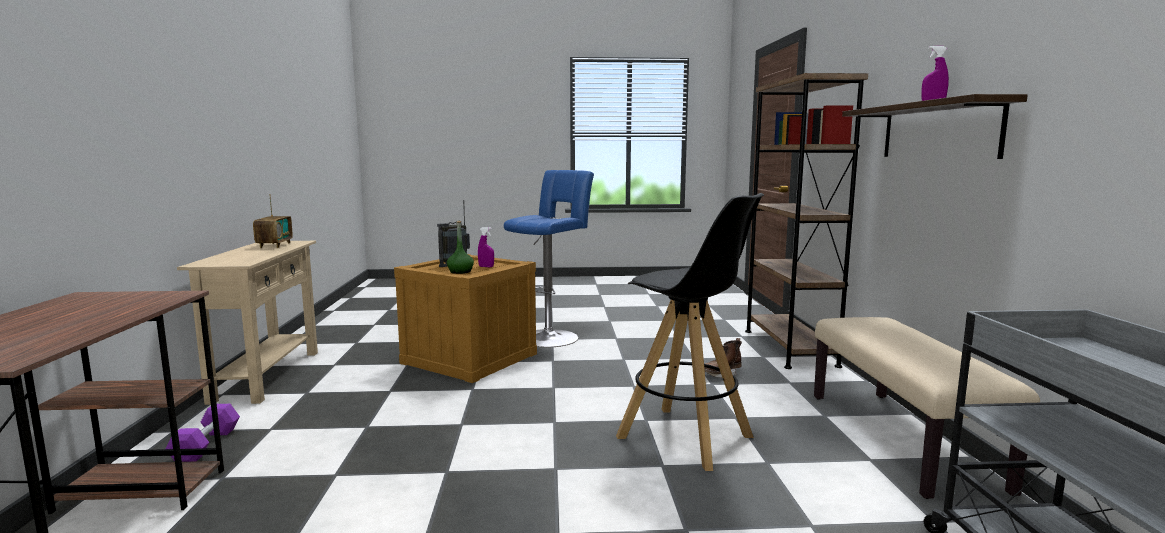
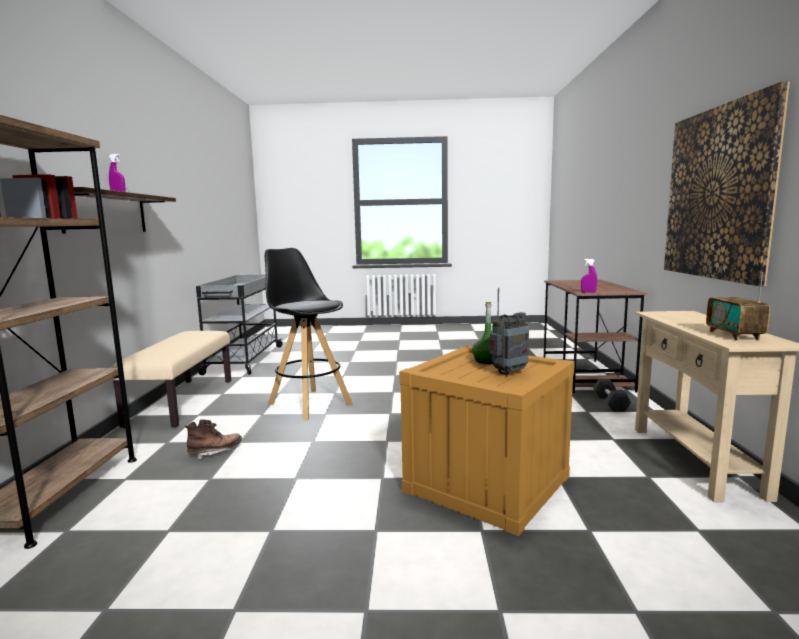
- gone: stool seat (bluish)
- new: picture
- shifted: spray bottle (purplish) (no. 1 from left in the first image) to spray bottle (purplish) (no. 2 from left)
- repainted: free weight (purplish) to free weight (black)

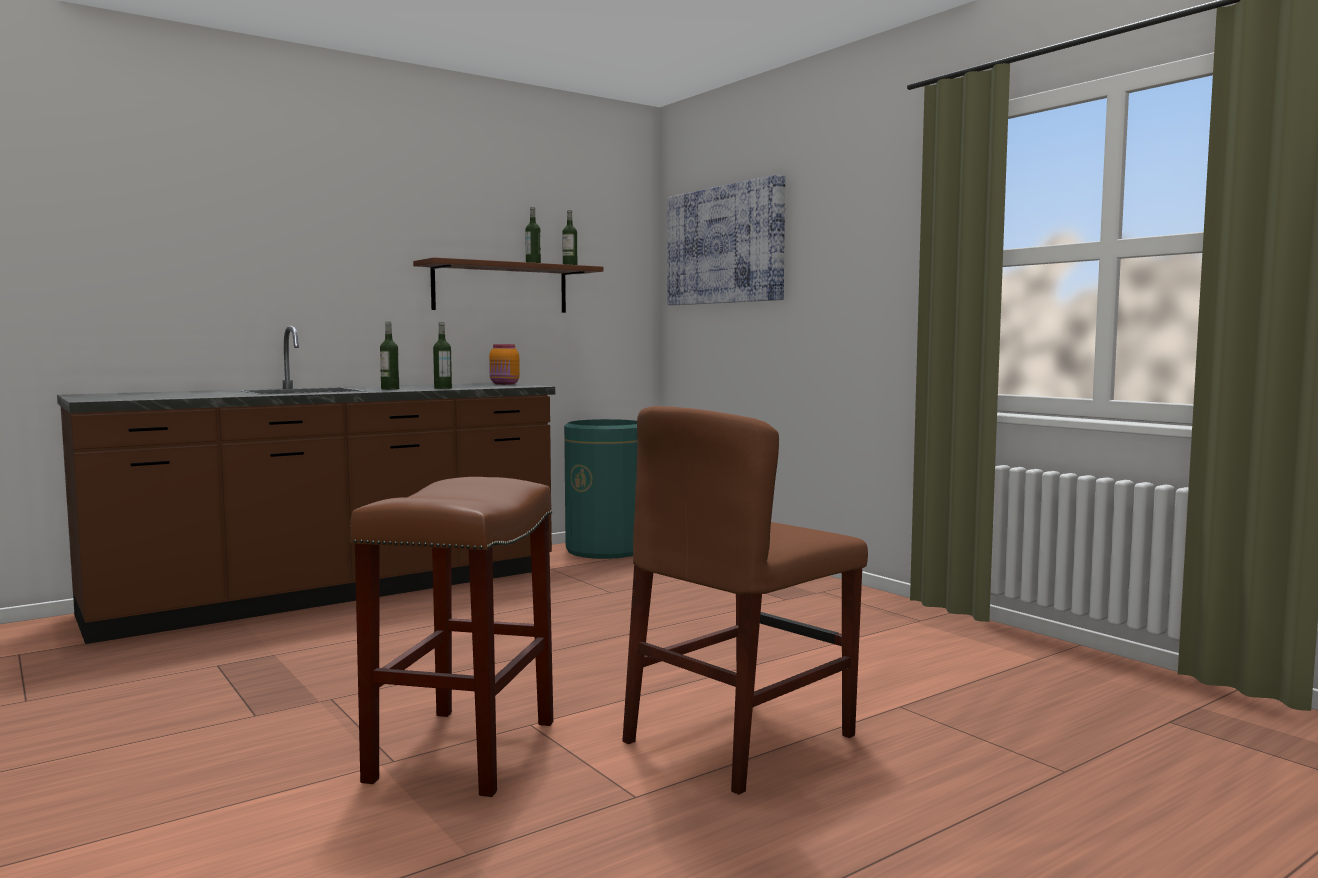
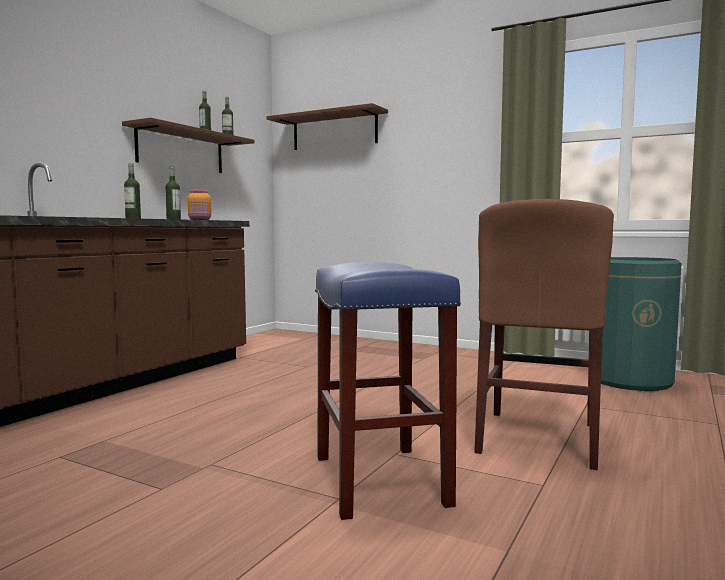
- shifted: rubbish bin (greenish)
- swapped: picture to wall shelf (brown-coloured) (no. 2 from left)
- repainted: stool seat (brown-coloured) to stool seat (bluish)

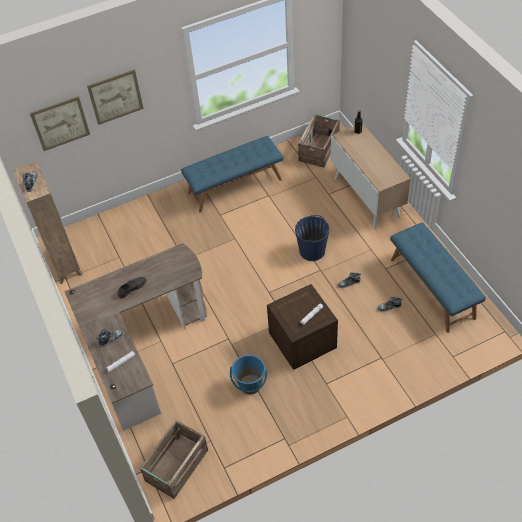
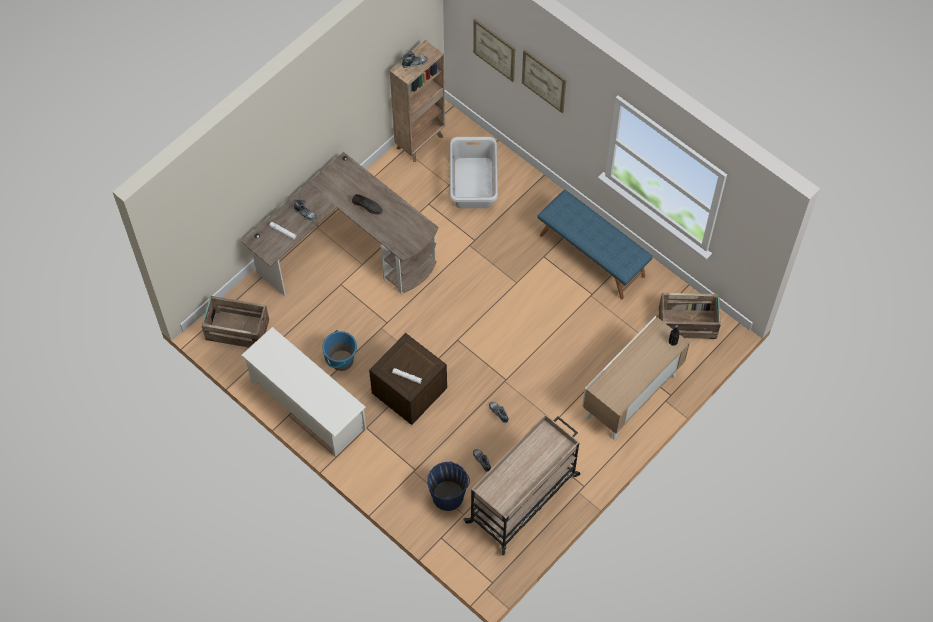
- new: shoe stand (white)
- new: washing basket (gray)
- shifted: bucket (bluish) (no. 2 from left)
- swapped: long seat (bluish) (no. 2 from left) to trolley (beige)

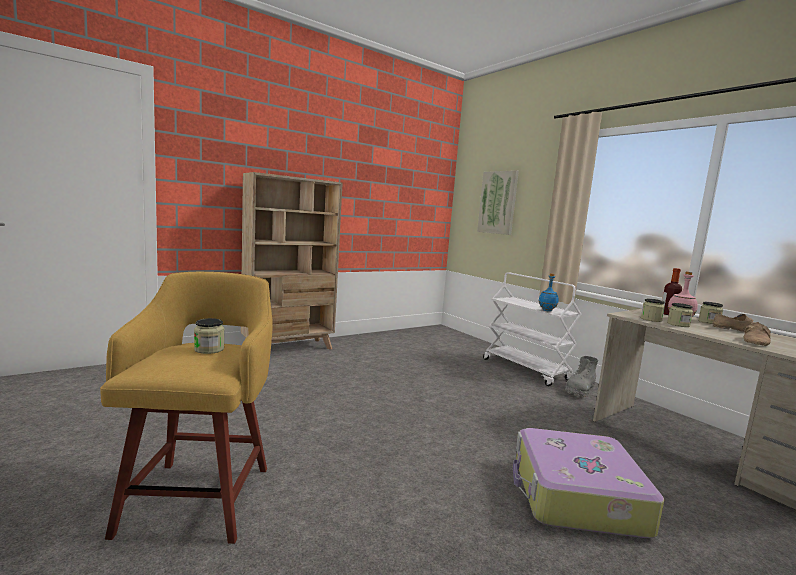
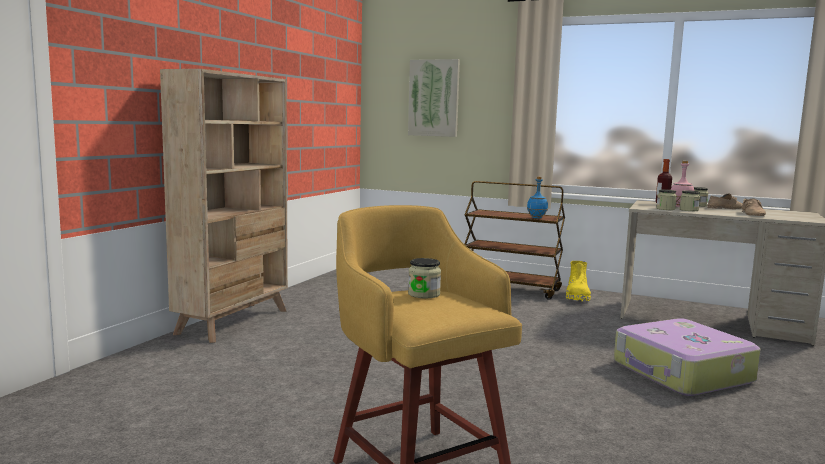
- repainted: trolley (white) to trolley (brown-coloured)
- repainted: tall boot (gray) to tall boot (yellow-coloured)

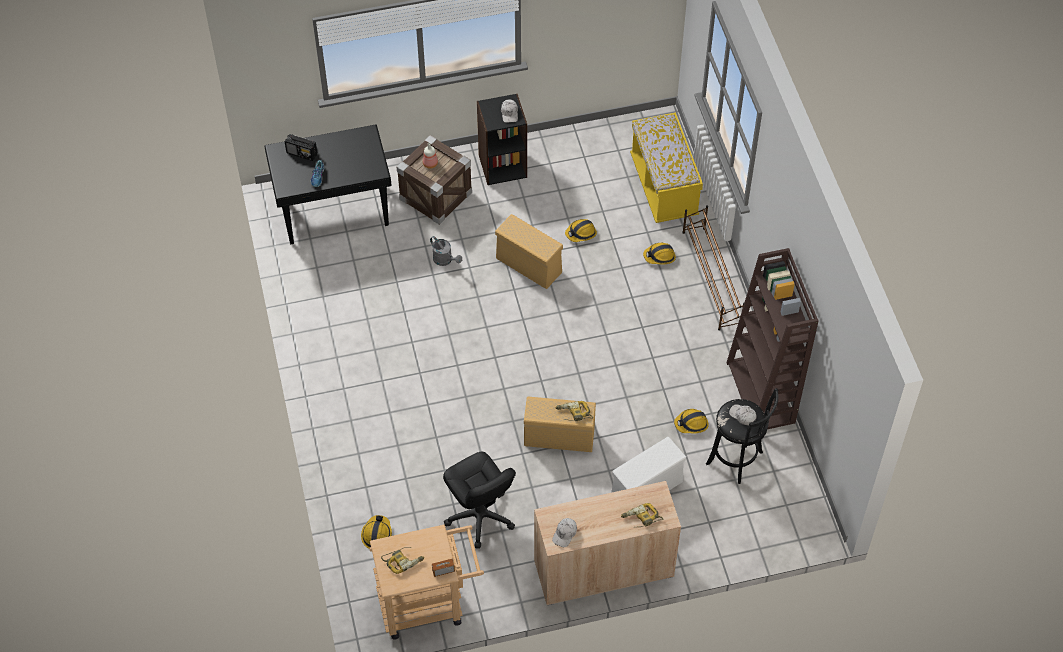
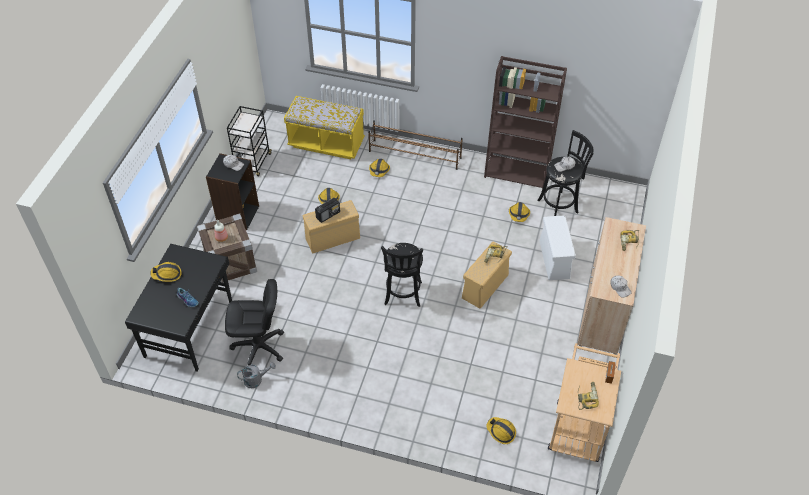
- new: work helmet (no. 1 from left)
- new: trolley (black)
- new: stool seat (black) (no. 1 from left)
- shifted: radio receiver (no. 1 from left)
- shifted: watering pot (gray)
- shifted: computer chair (black)

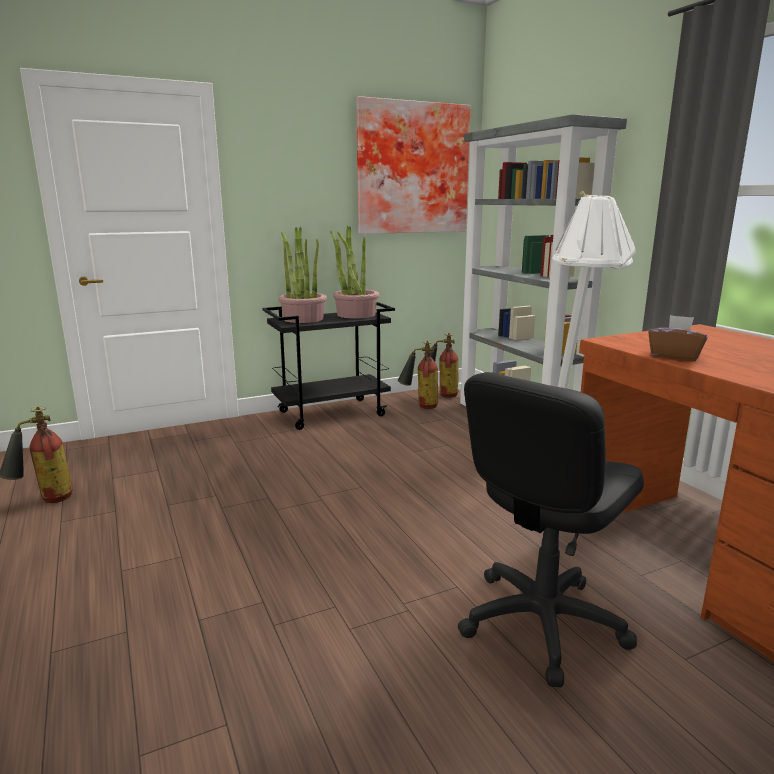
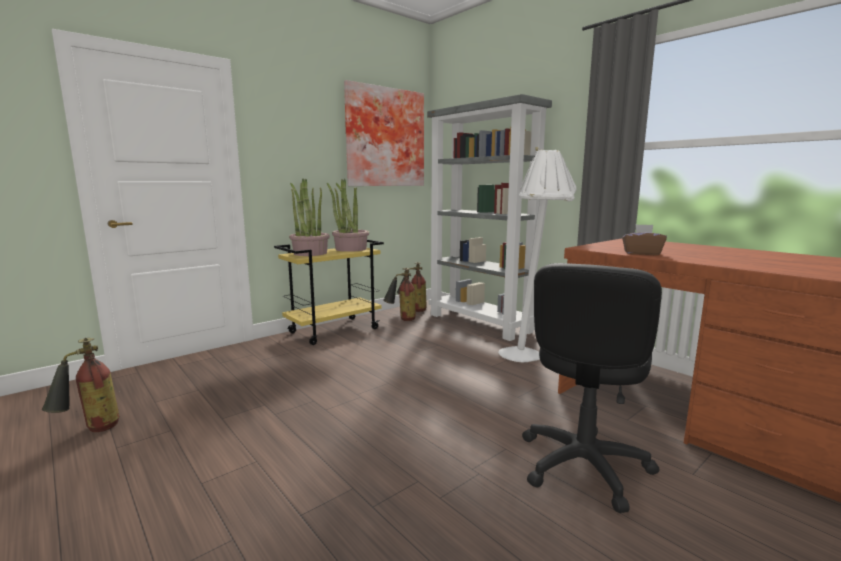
- repainted: trolley (black) to trolley (yellow-coloured)

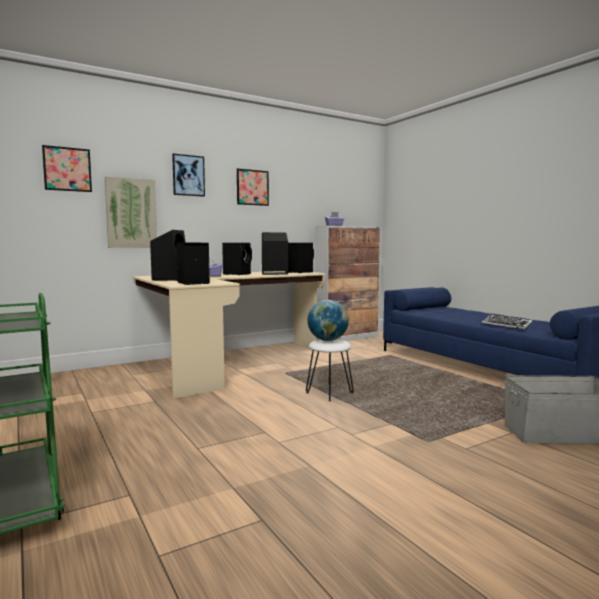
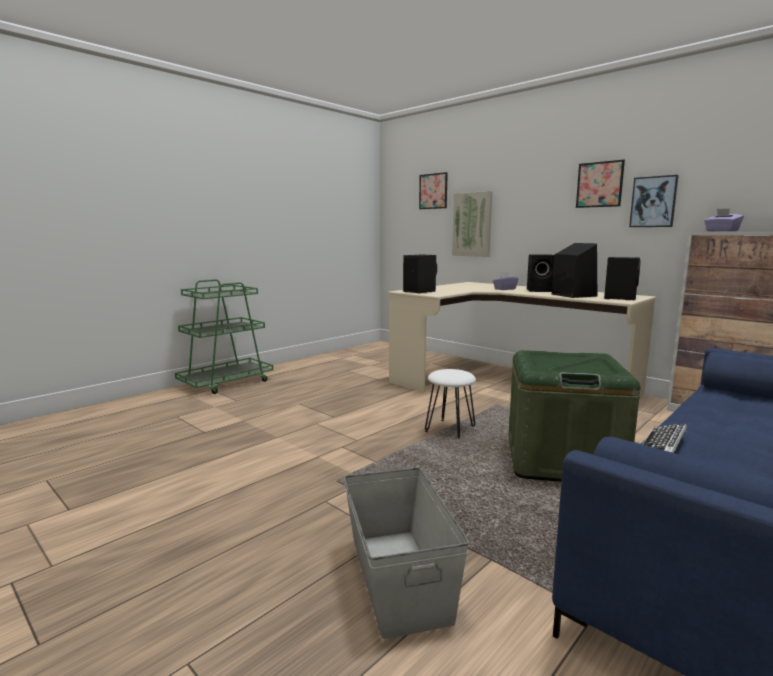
- gone: audio speaker (black) (no. 1 from left)
- gone: desk globe
- new: storage container (greenish)
- shifted: picture (no. 3 from left in the first image) to picture (no. 4 from left)

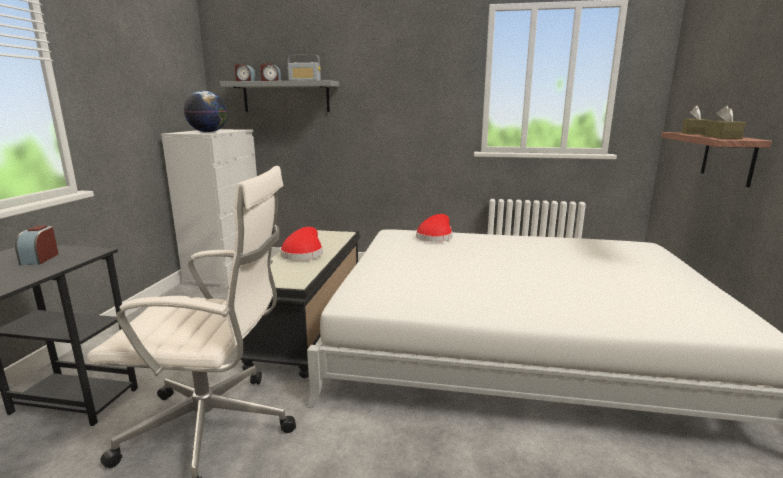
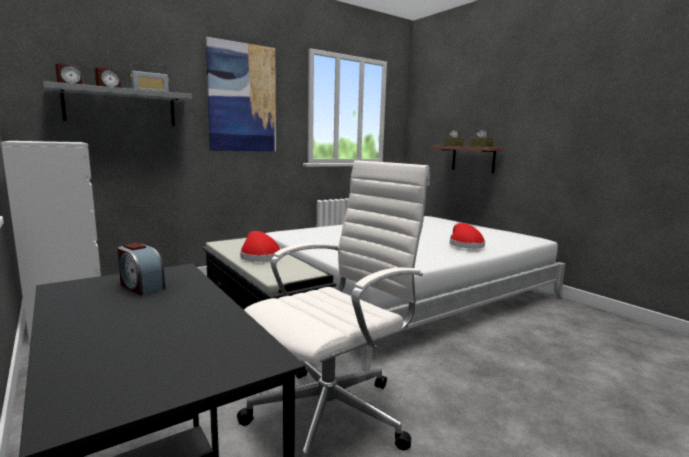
- gone: desk globe
- new: picture
- shifted: wearable hat (red-coloured) (no. 2 from left)

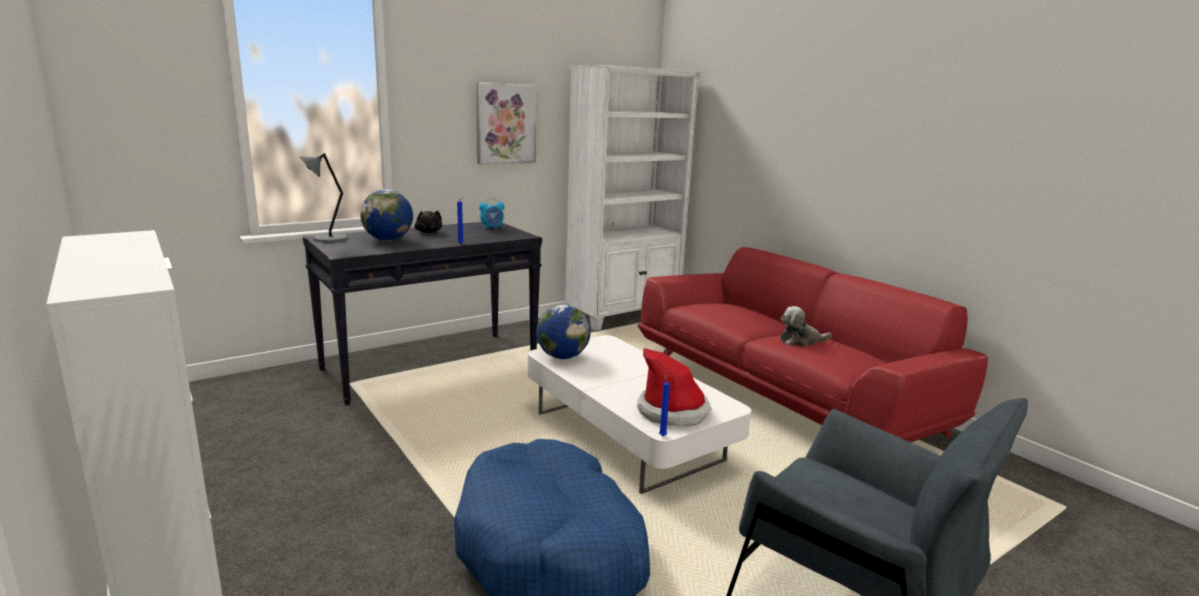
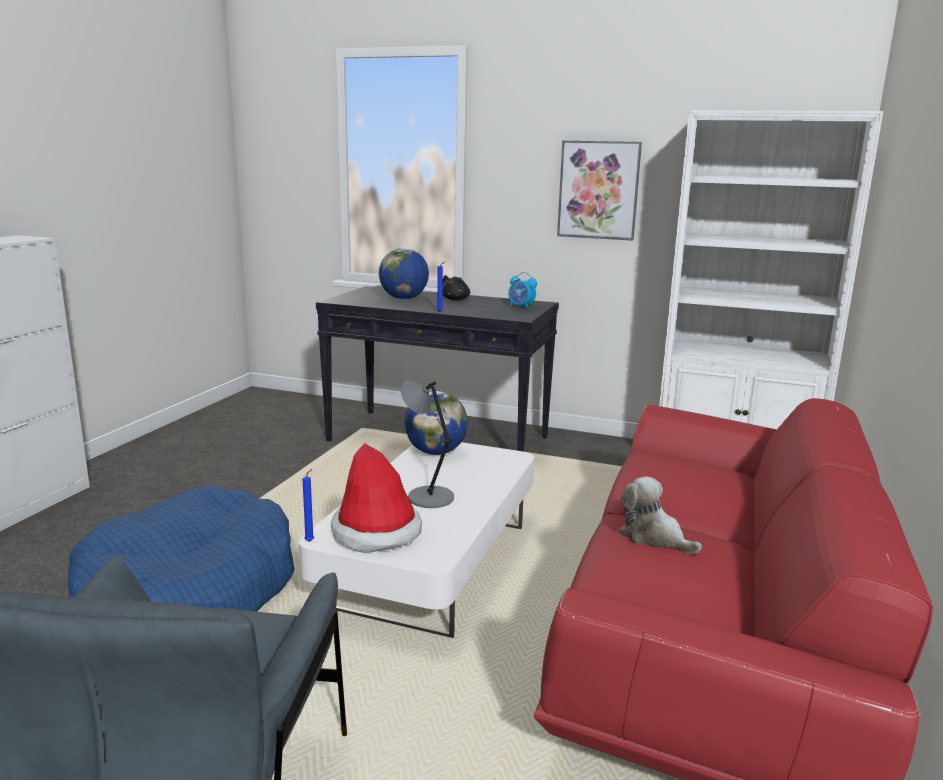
- shifted: tabletop lamp (gray)

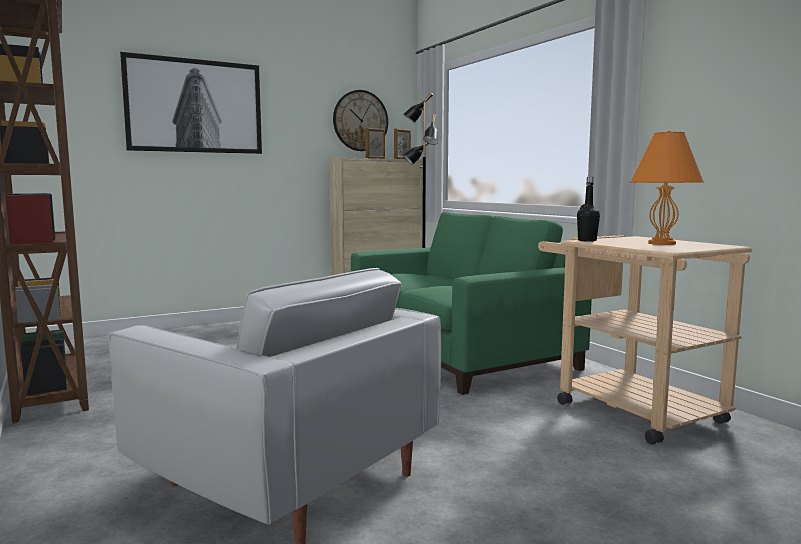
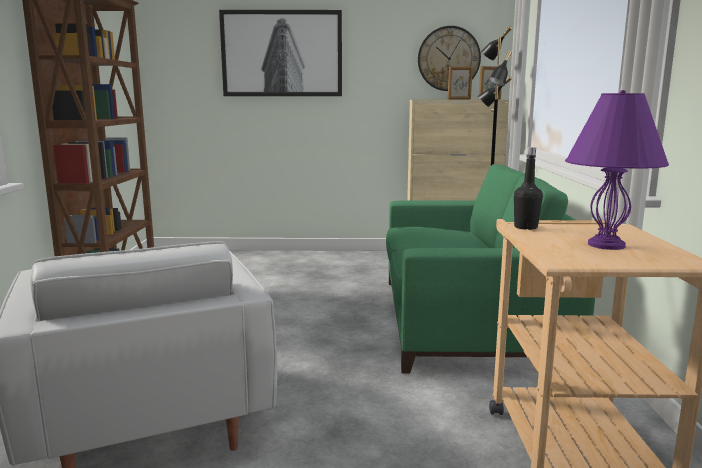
- repainted: tabletop lamp (orange) to tabletop lamp (purplish)

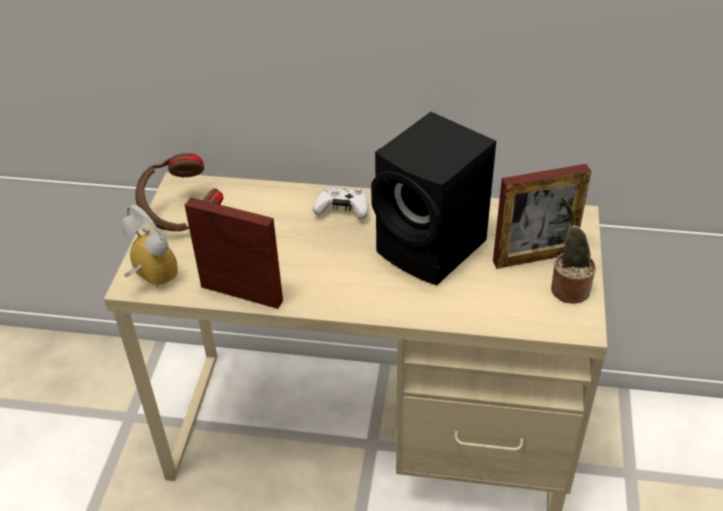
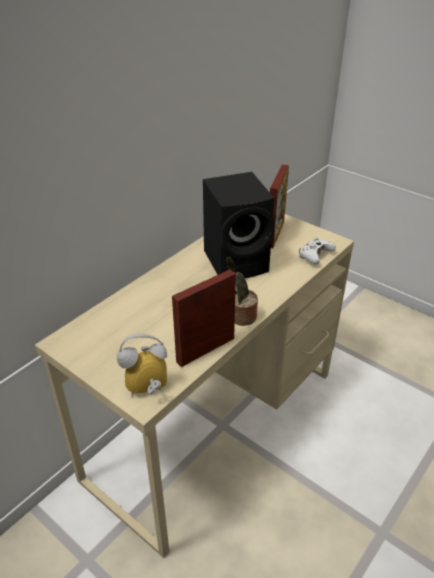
- gone: headphones (brown-coloured)
- shifted: gamepad (white)
- shifted: plant in a pot

